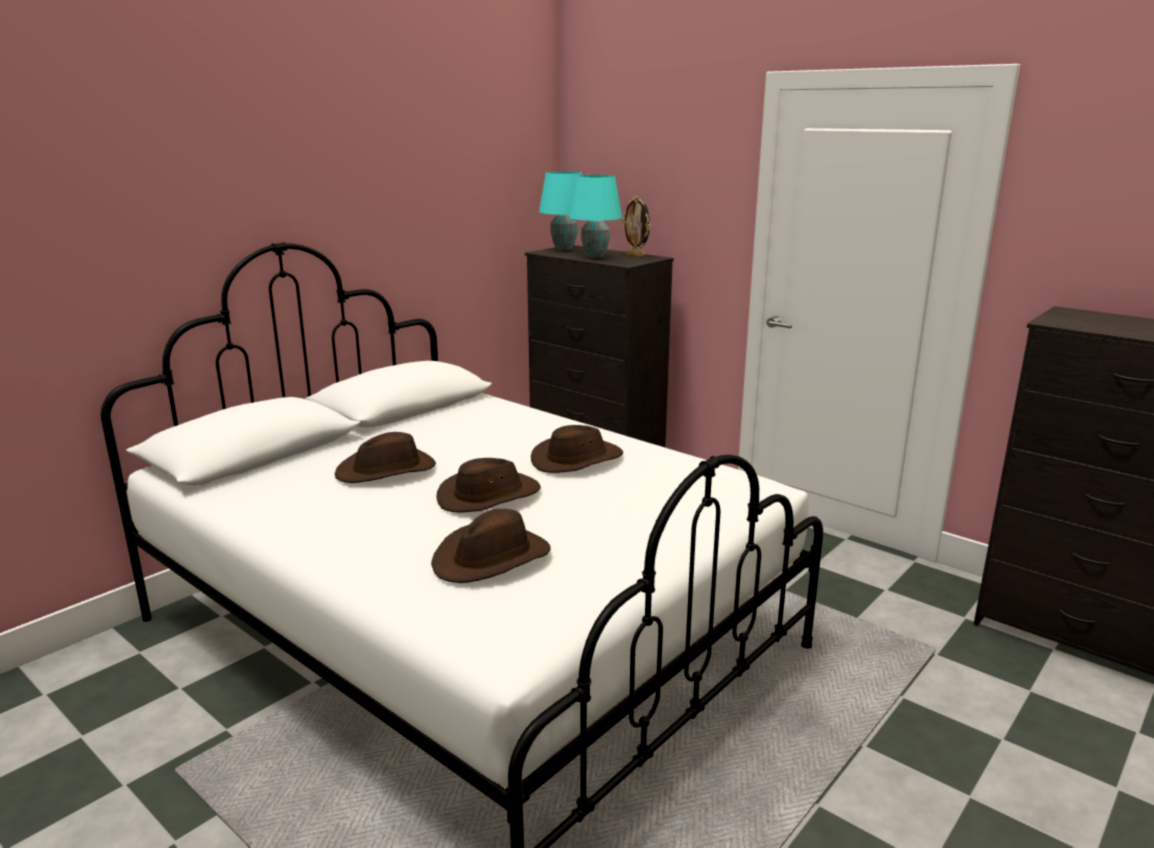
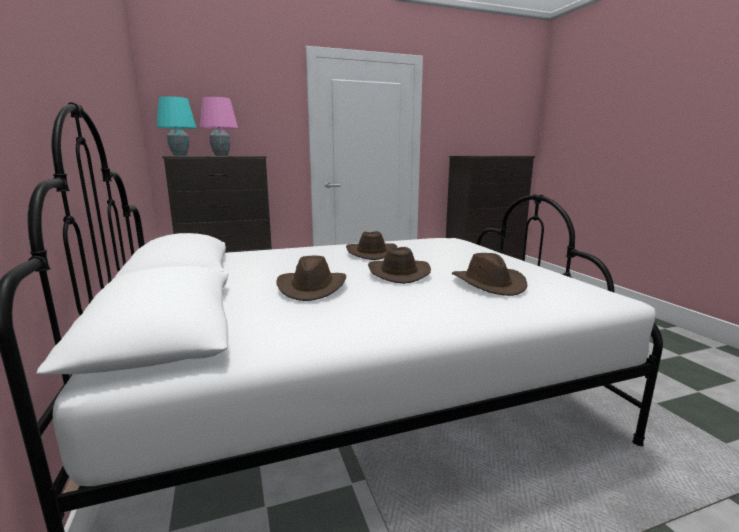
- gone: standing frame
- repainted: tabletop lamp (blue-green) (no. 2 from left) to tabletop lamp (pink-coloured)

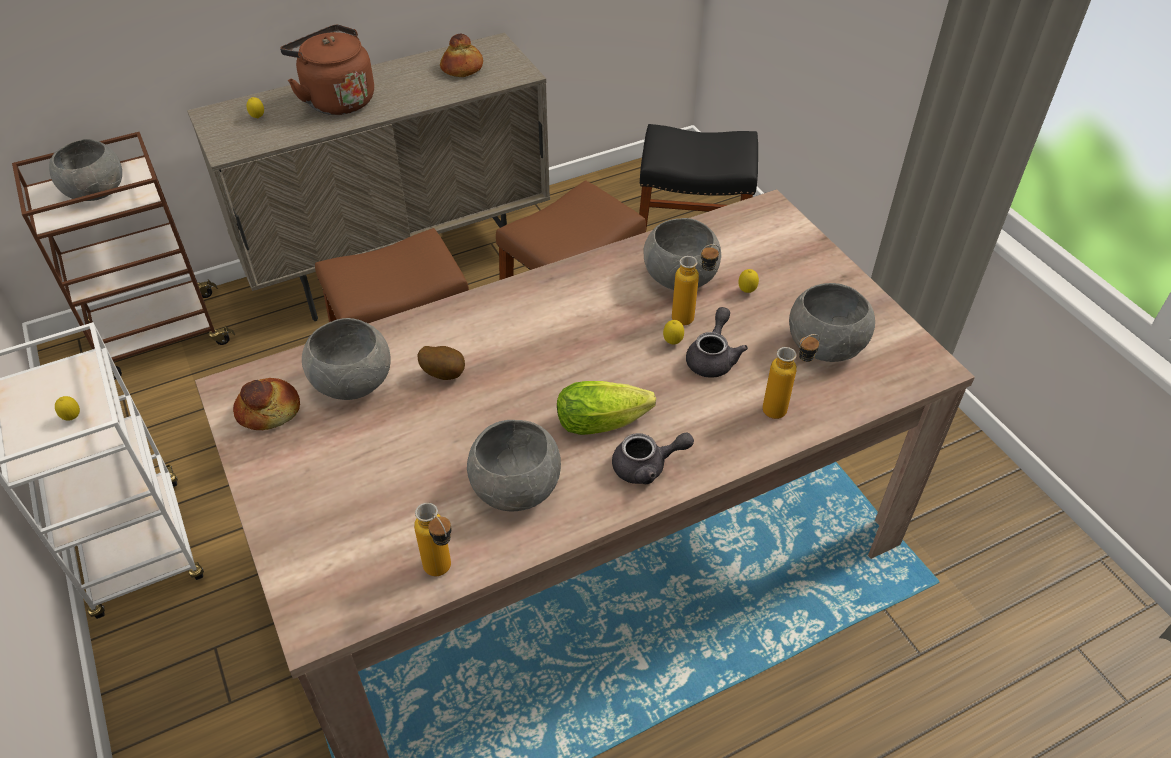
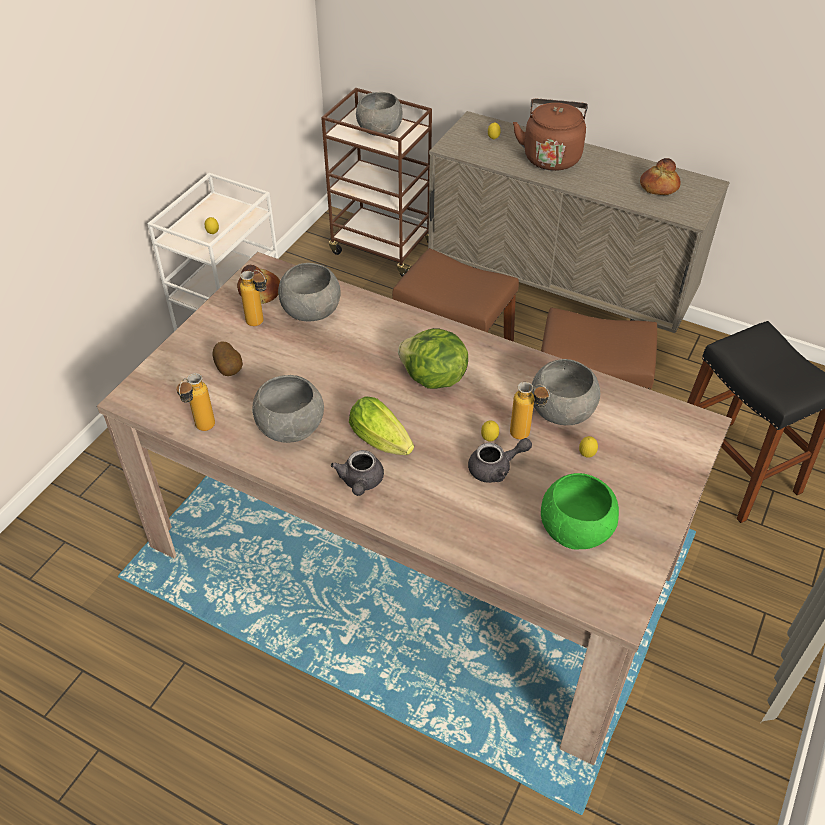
- new: lettuce (no. 2 from left)
- shifted: spud
- shifted: bottle (no. 3 from left in the first image) to bottle (no. 2 from left)
- repainted: bowl (gray) (no. 5 from left) to bowl (greenish)
- rotated: pot for tea (gray) (no. 1 from left) 45 degrees clockwise

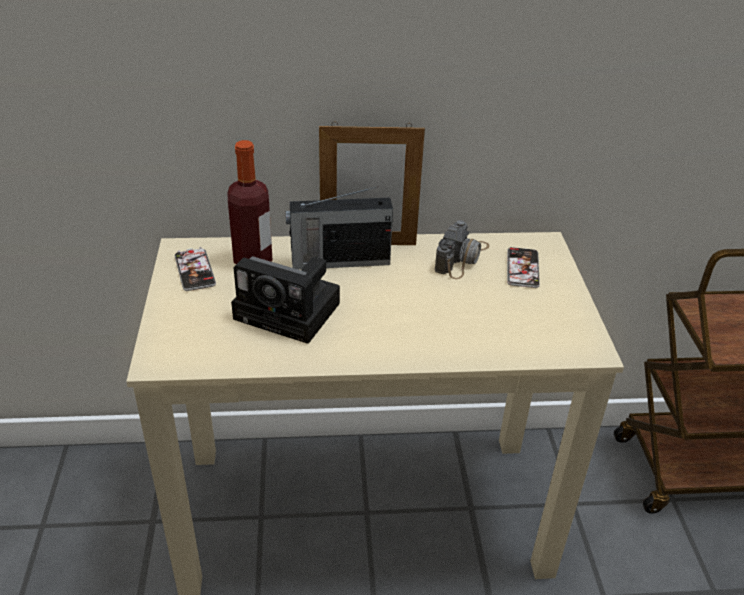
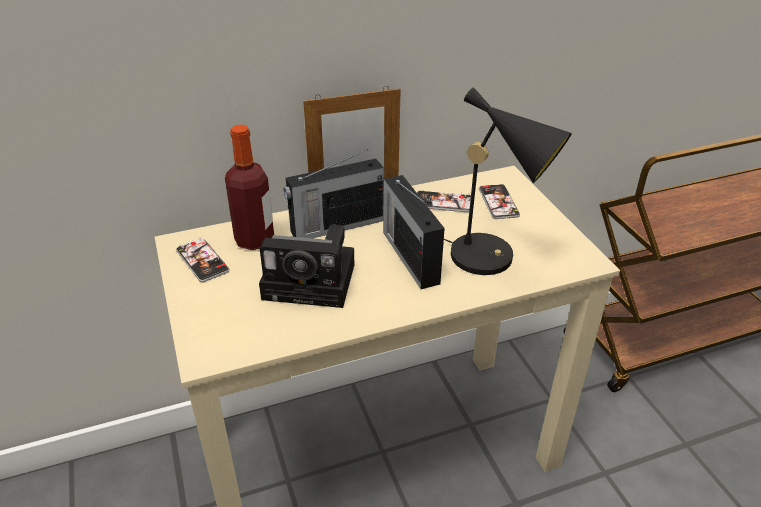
- new: radio receiver (no. 2 from left)
- new: tabletop lamp (black)
- swapped: still camera (no. 2 from left) to phone (no. 2 from left)

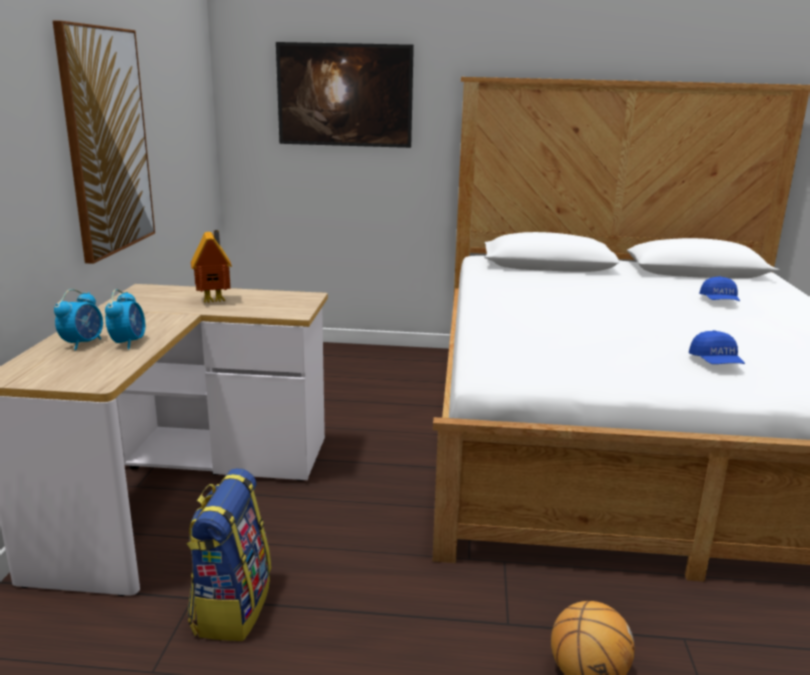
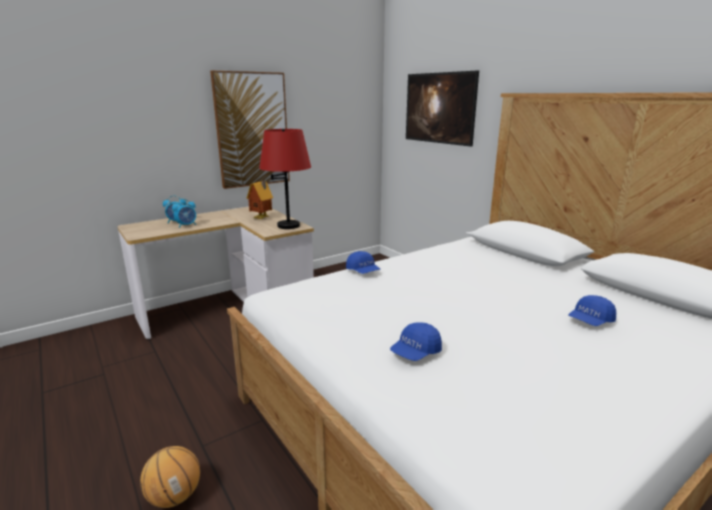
- gone: knapsack
- new: tabletop lamp (red-coloured)
- new: cap (bluish) (no. 1 from left)

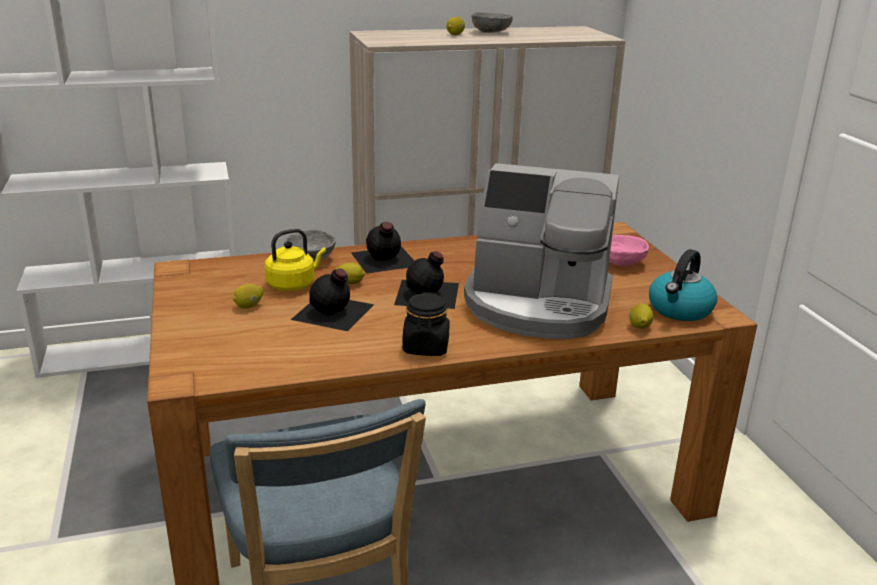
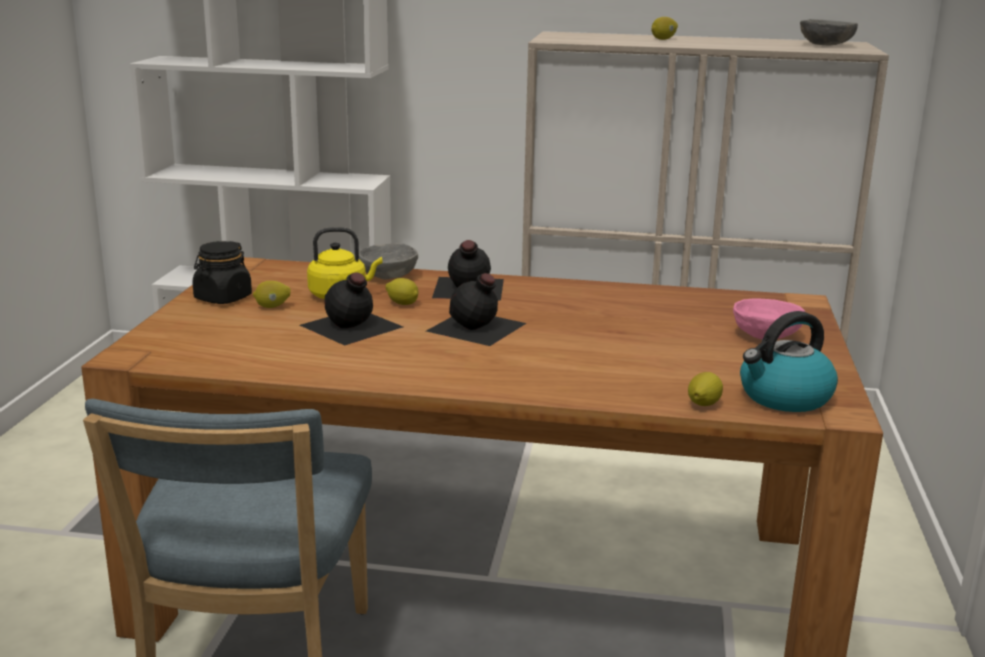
- gone: coffee machine
- shifted: jar (black)
- shifted: bowl (gray) (no. 2 from left)

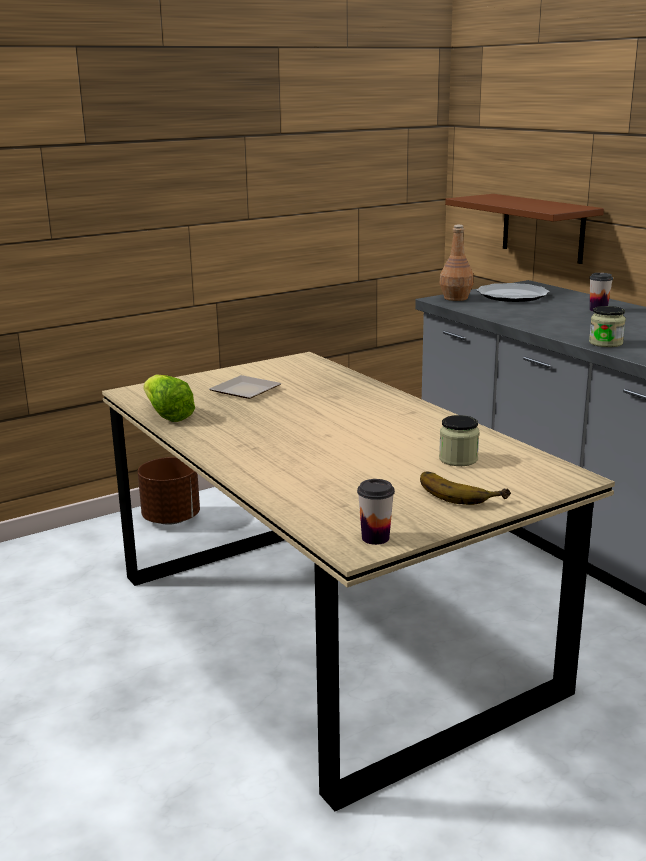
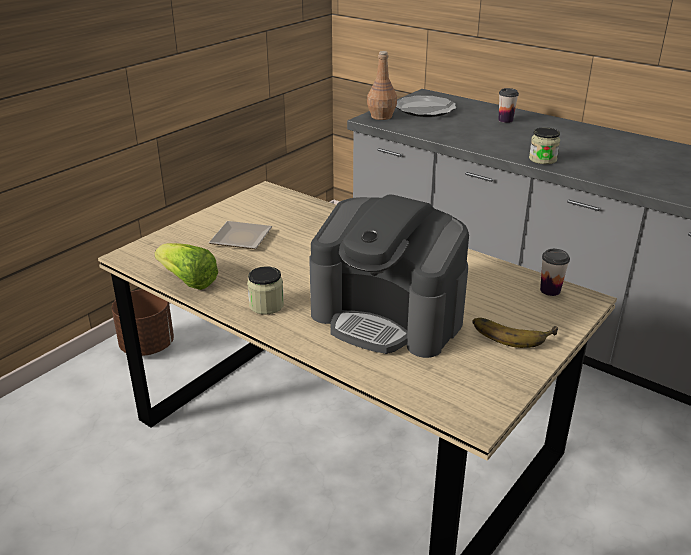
- gone: wall shelf (brown-coloured)
- new: coffee machine
- shifted: small cup (no. 1 from left in the first image) to small cup (no. 2 from left)
- shifted: jar (no. 1 from left)

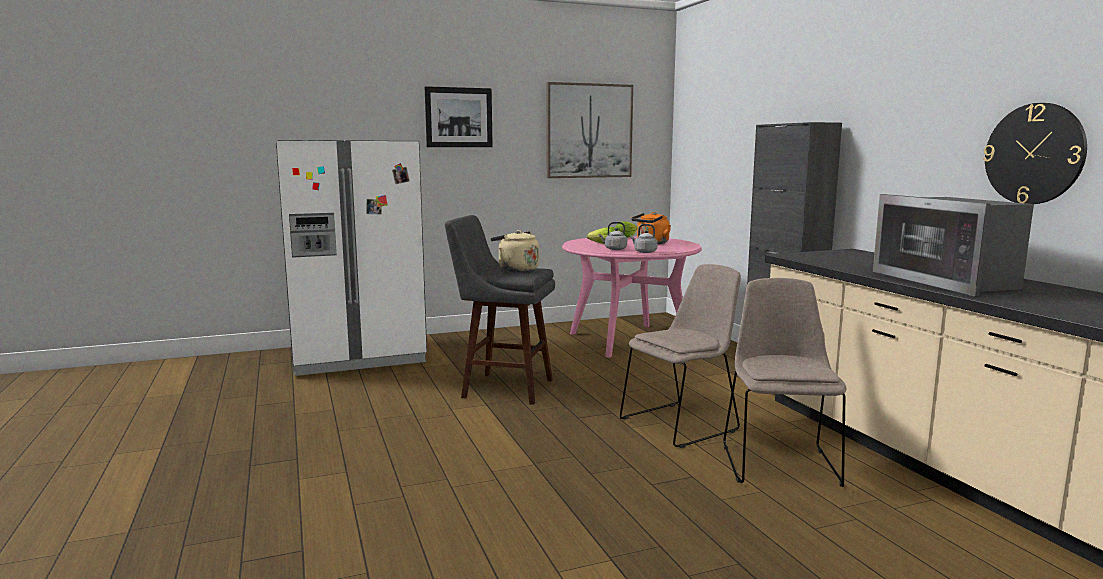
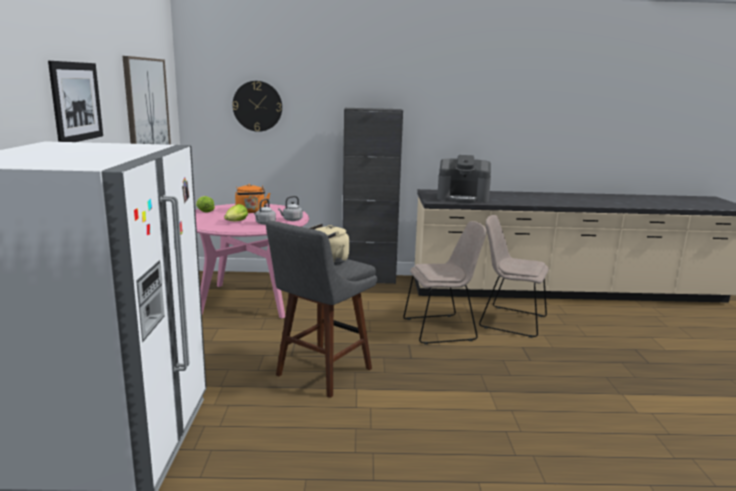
- gone: kitchen microwave
- new: coffee machine
- shifted: clock on the wall
- rotated: upright chair (beige) (no. 1 from left) 90 degrees clockwise

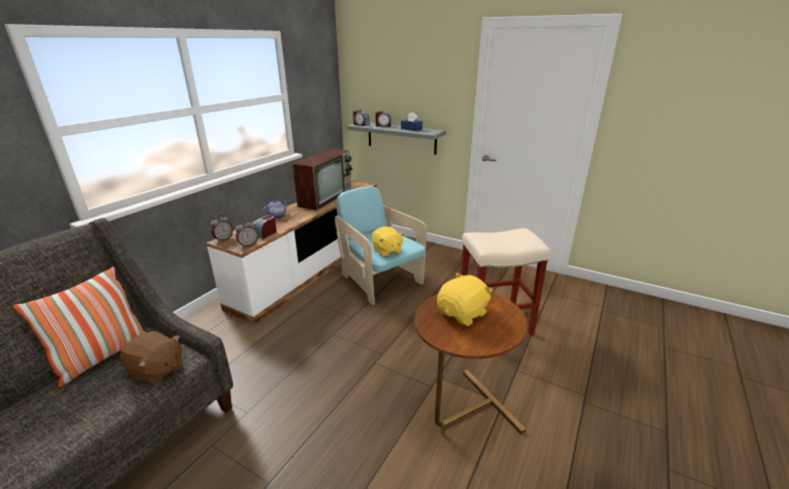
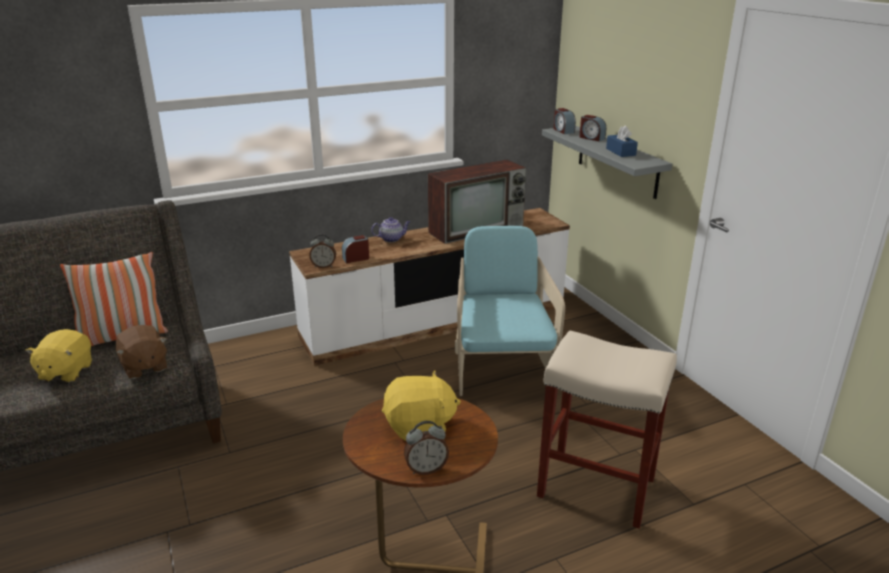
- shifted: alarm clock (no. 1 from left in the first image) to alarm clock (no. 3 from left)
- shifted: soft toy (yellow-coloured) (no. 1 from left)

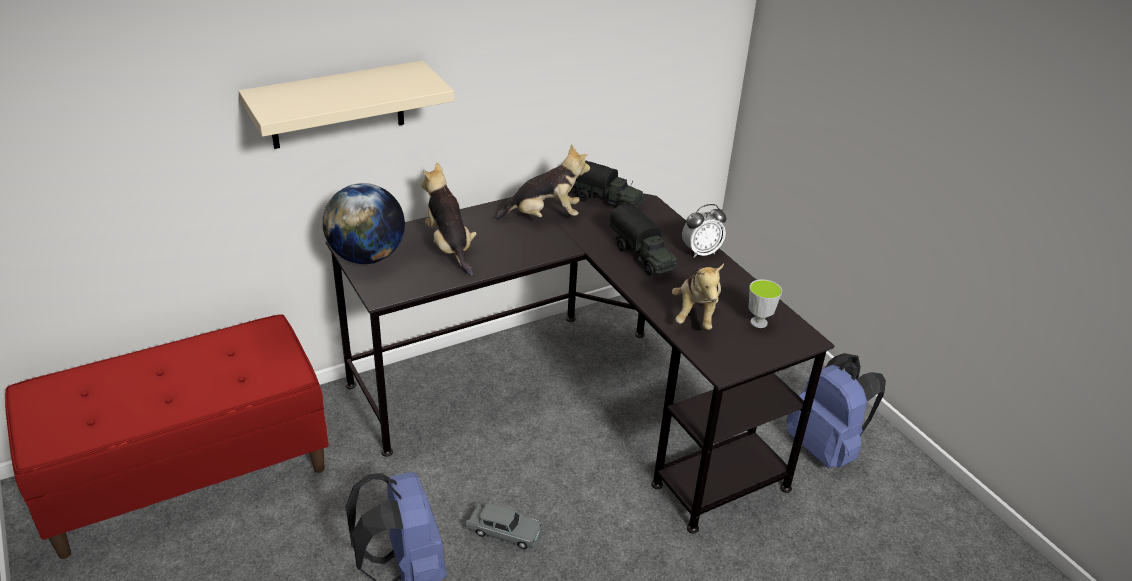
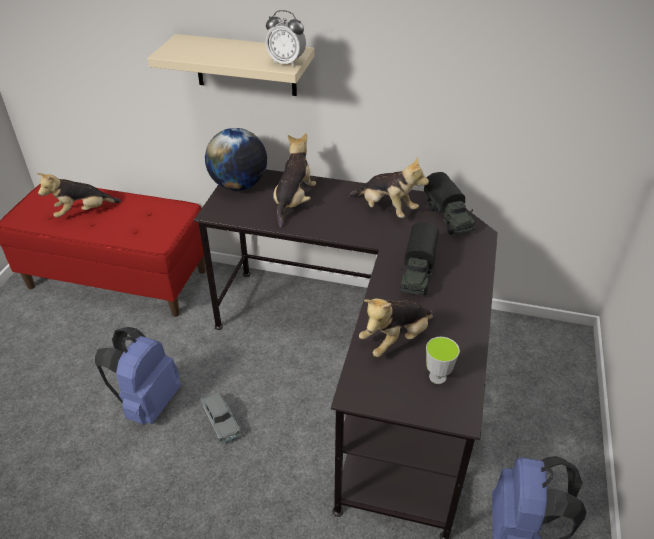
- new: soft toy (no. 1 from left)
- shifted: alarm clock

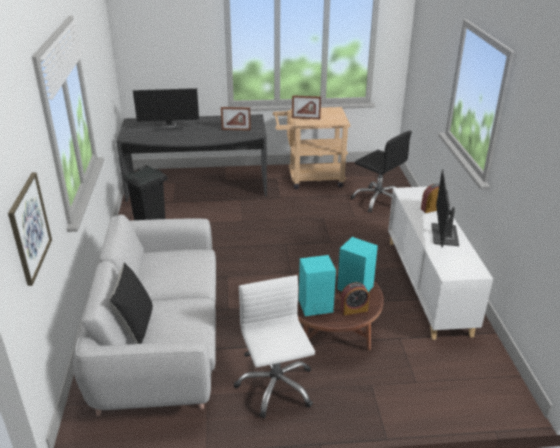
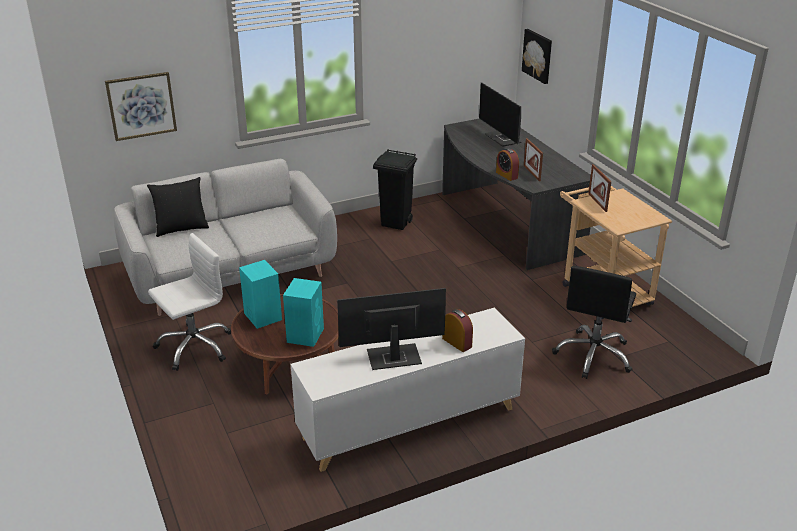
- new: picture (no. 2 from left)
- shifted: alarm clock (no. 1 from left in the first image) to alarm clock (no. 2 from left)

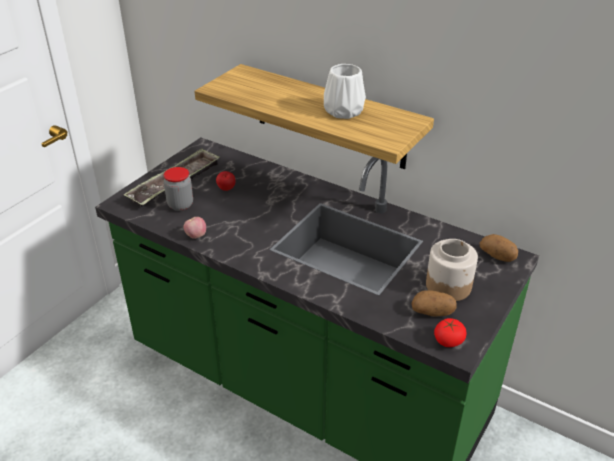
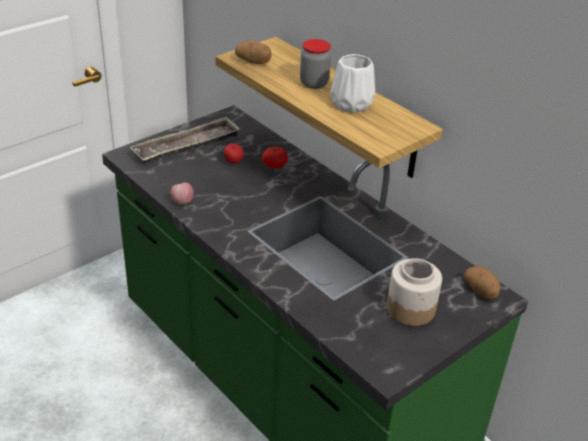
- shifted: jar (no. 1 from left)
- shifted: spud (no. 1 from left)
- shifted: fresh tomato

